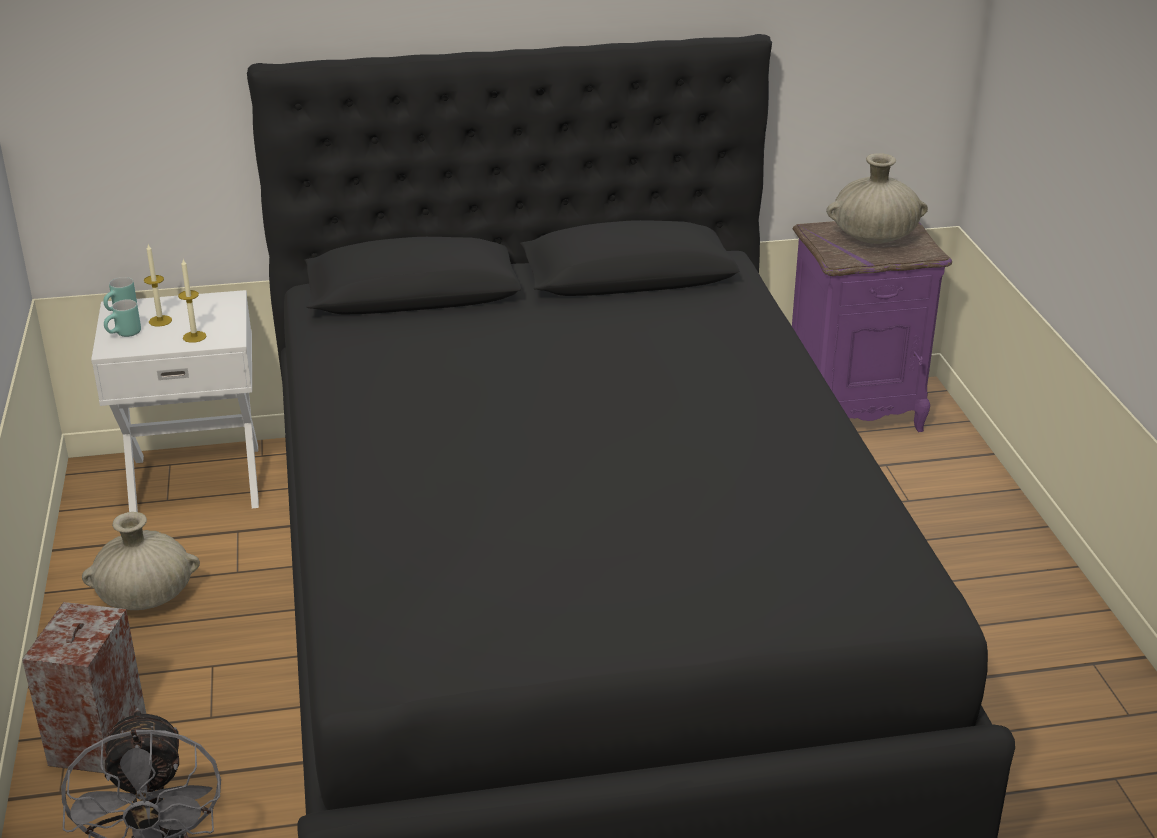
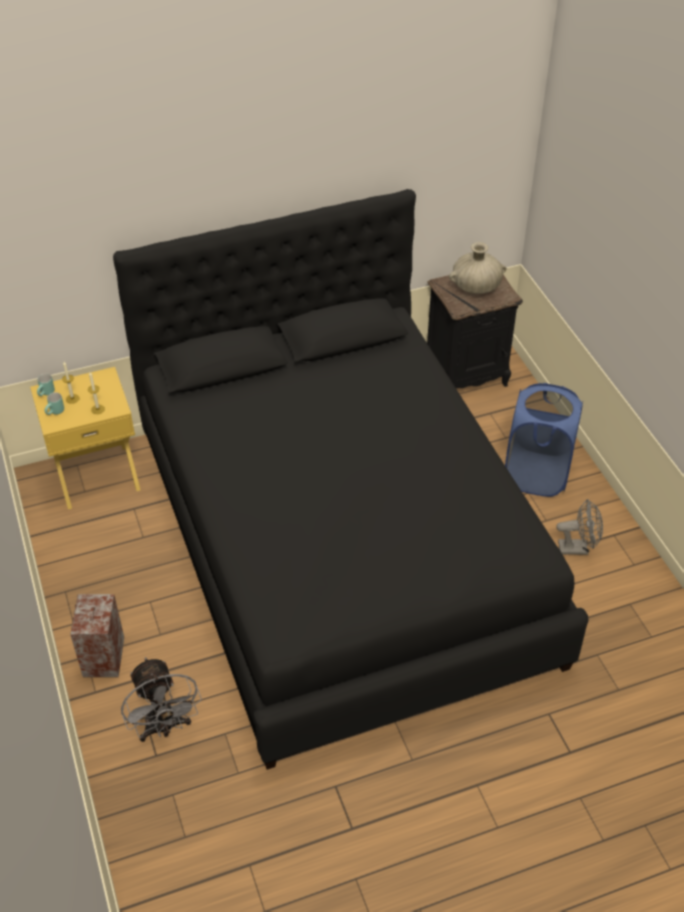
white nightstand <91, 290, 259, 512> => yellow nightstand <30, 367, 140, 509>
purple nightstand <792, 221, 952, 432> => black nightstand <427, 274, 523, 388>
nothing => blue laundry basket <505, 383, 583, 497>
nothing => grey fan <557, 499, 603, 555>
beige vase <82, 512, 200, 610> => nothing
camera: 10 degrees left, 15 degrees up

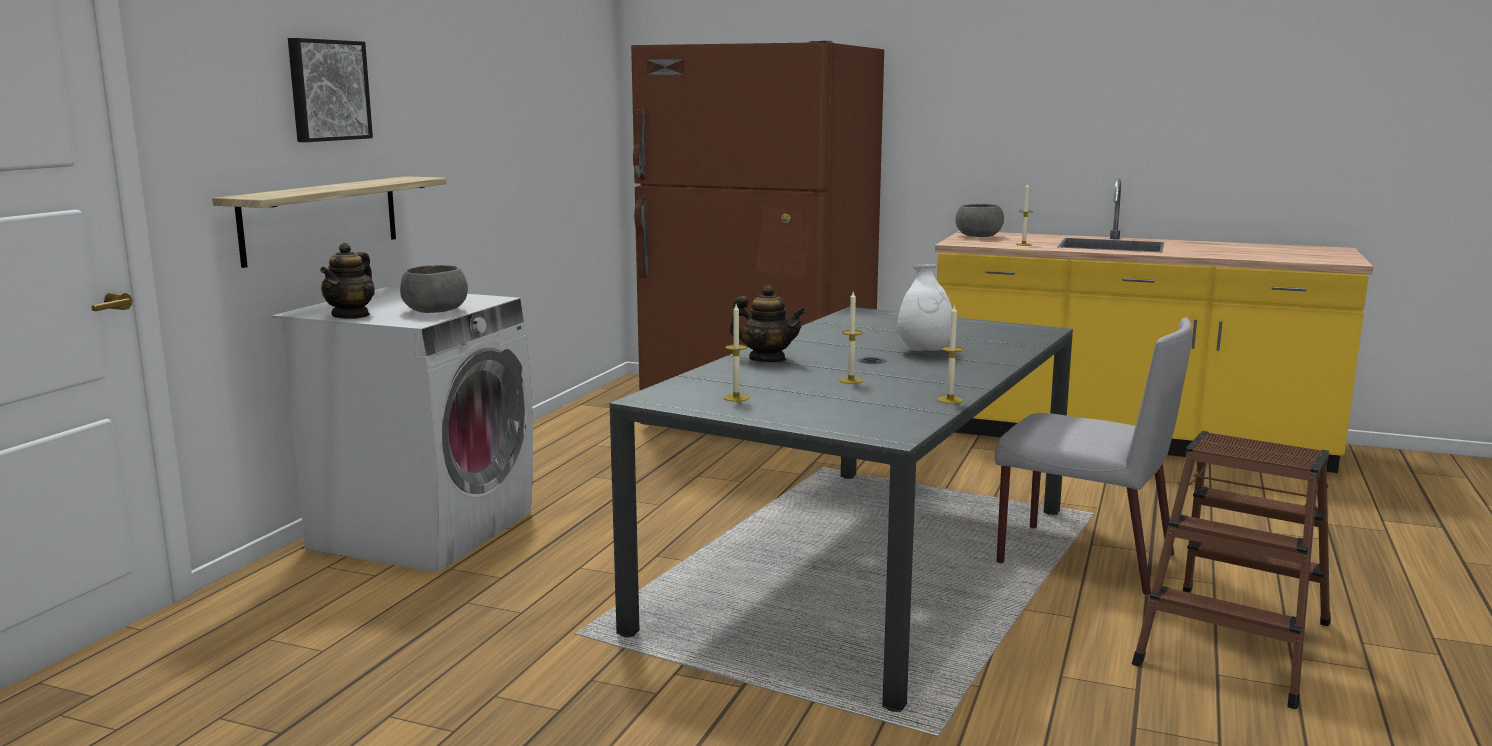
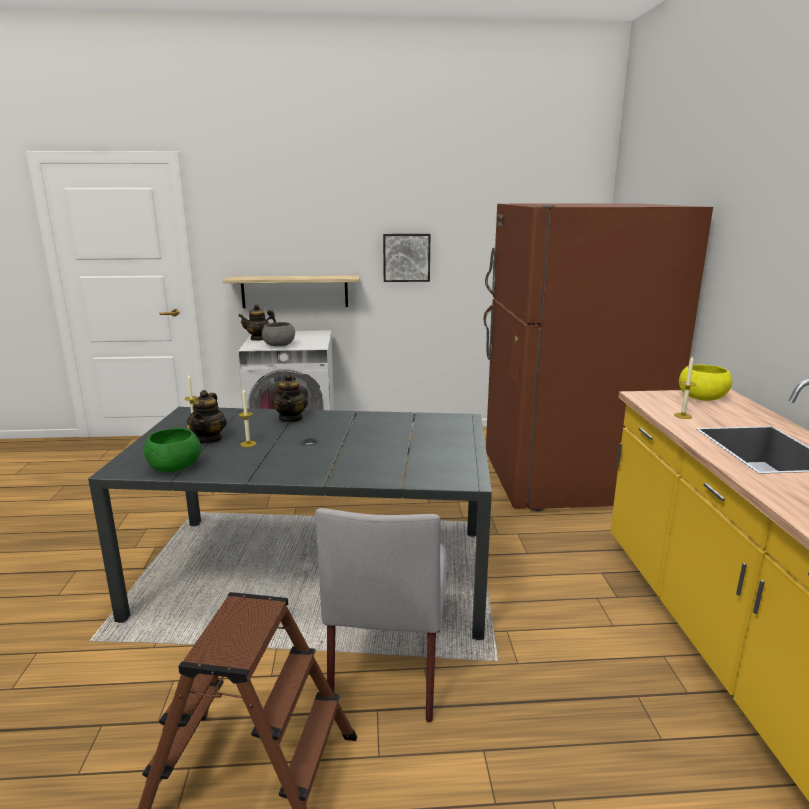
nothing => green bowl <144, 428, 201, 472>
nothing => teapot <187, 390, 227, 444>
picture <288, 38, 373, 142> => picture <383, 234, 430, 282>, relocated
grey bowl <956, 204, 1004, 237> => yellow bowl <679, 364, 732, 401>
white vase <897, 264, 953, 351> => nothing
candle <937, 304, 964, 404> => nothing
camera: 65 degrees right, 5 degrees up

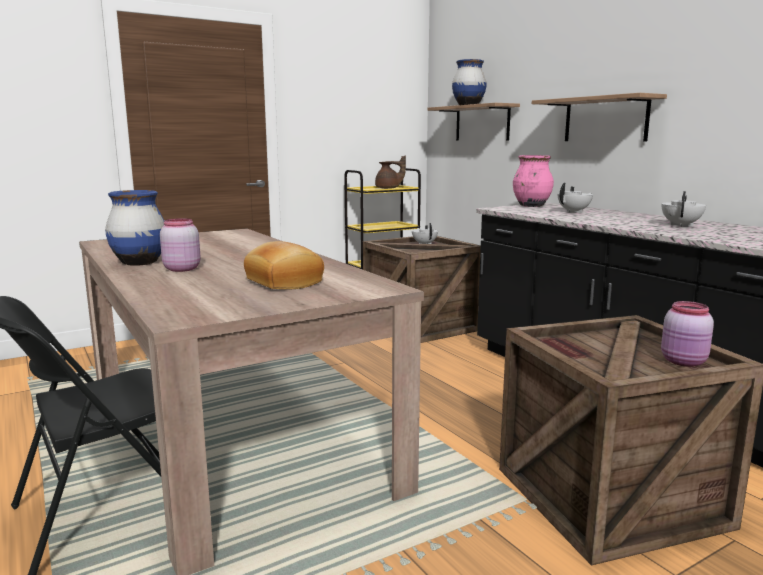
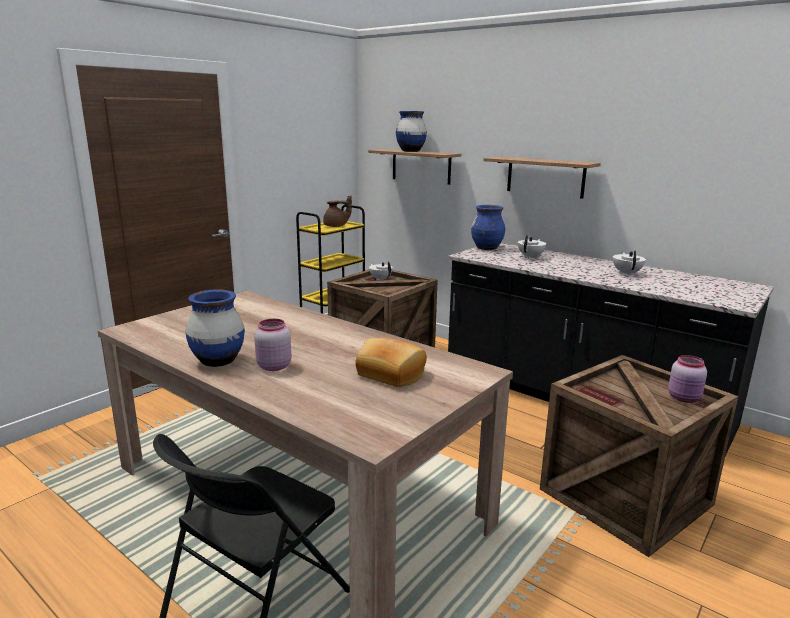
pink vase <513, 155, 554, 207> => blue vase <471, 205, 505, 250>
camera: 20 degrees left, 5 degrees up

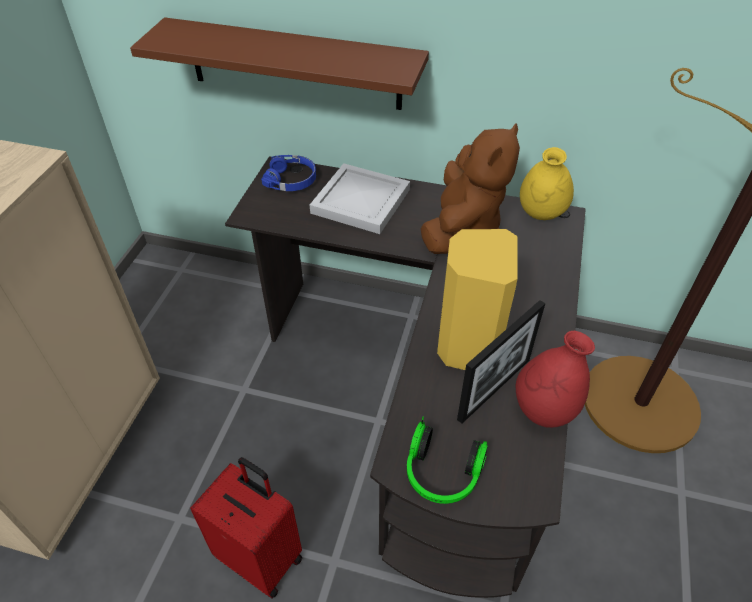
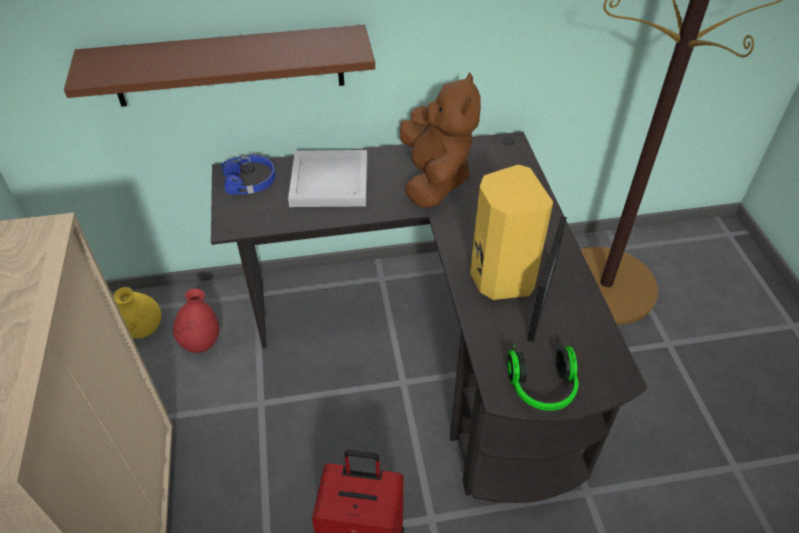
yellow vase <520, 147, 574, 220> => yellow vase <113, 287, 161, 338>, relocated
red vase <516, 331, 595, 428> => red vase <173, 289, 219, 353>, relocated
camera: 25 degrees left, 0 degrees up

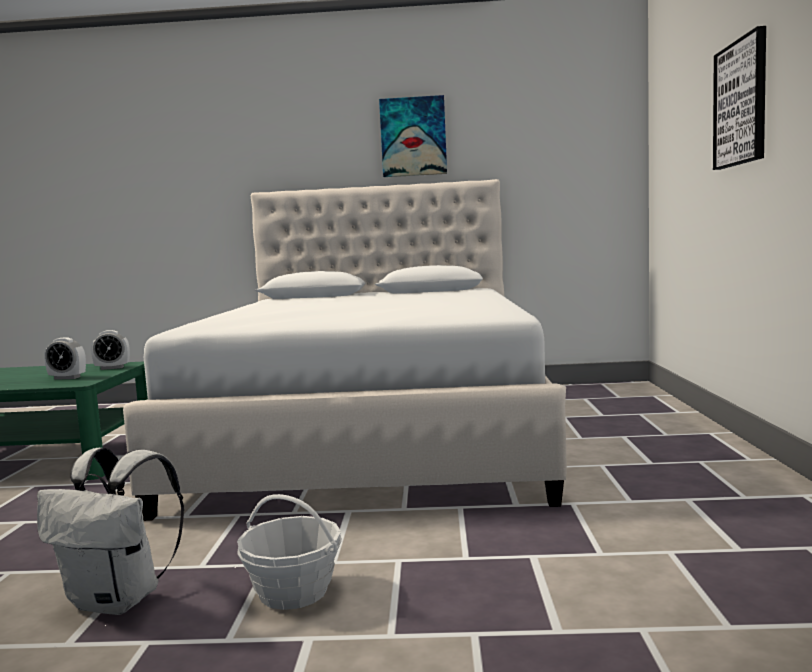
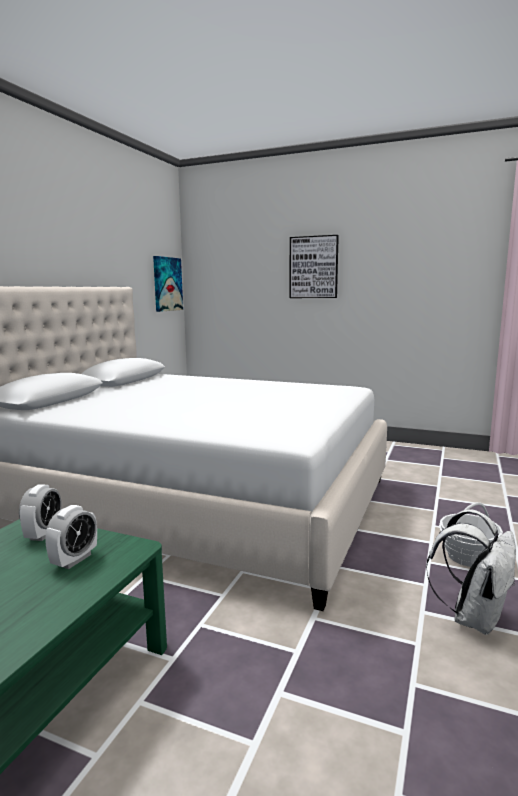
picture <379, 95, 447, 177> => picture <153, 256, 183, 312>, relocated
camera: 70 degrees left, 5 degrees up

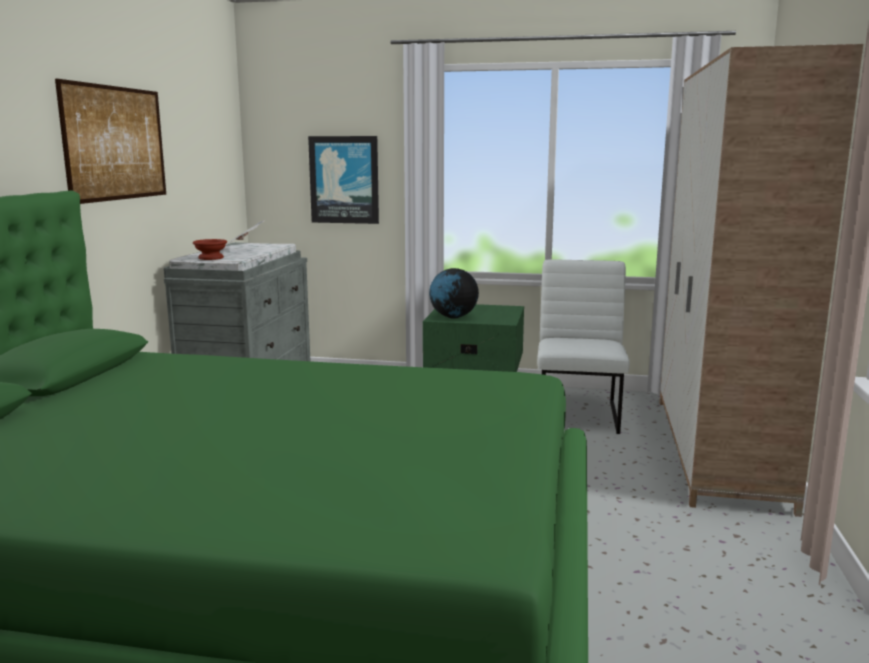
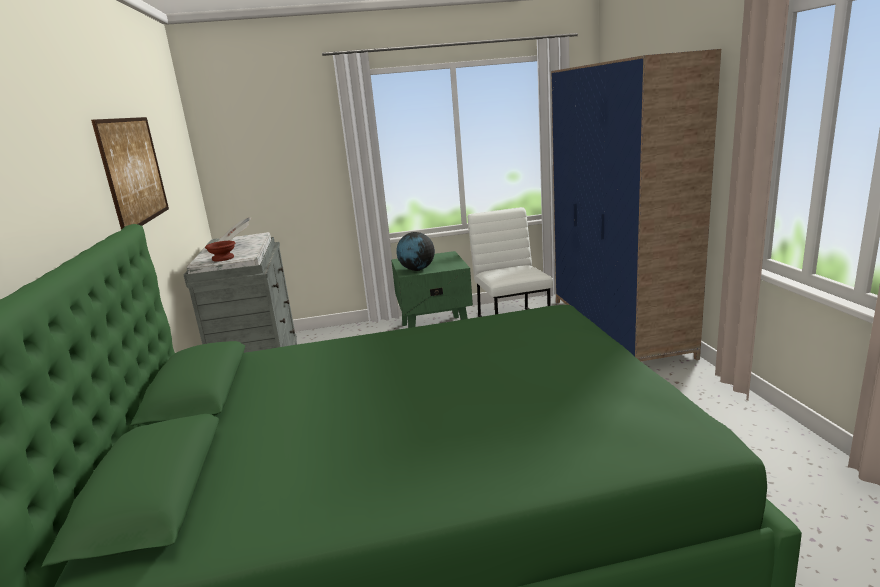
white wardrobe <659, 44, 863, 517> => blue wardrobe <551, 49, 721, 361>
picture <308, 136, 379, 224> => nothing
camera: 20 degrees left, 5 degrees up

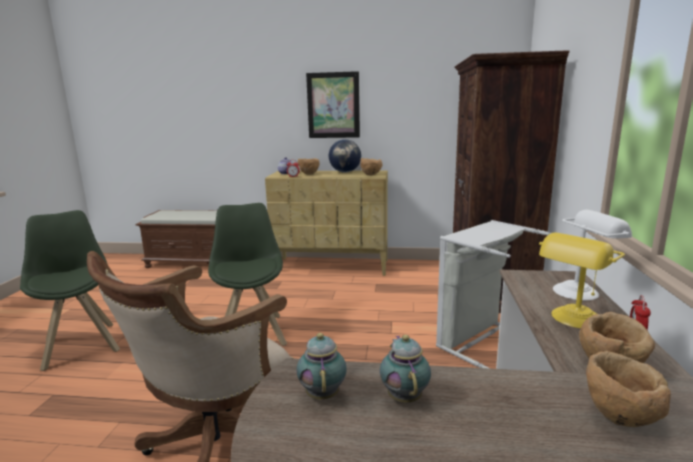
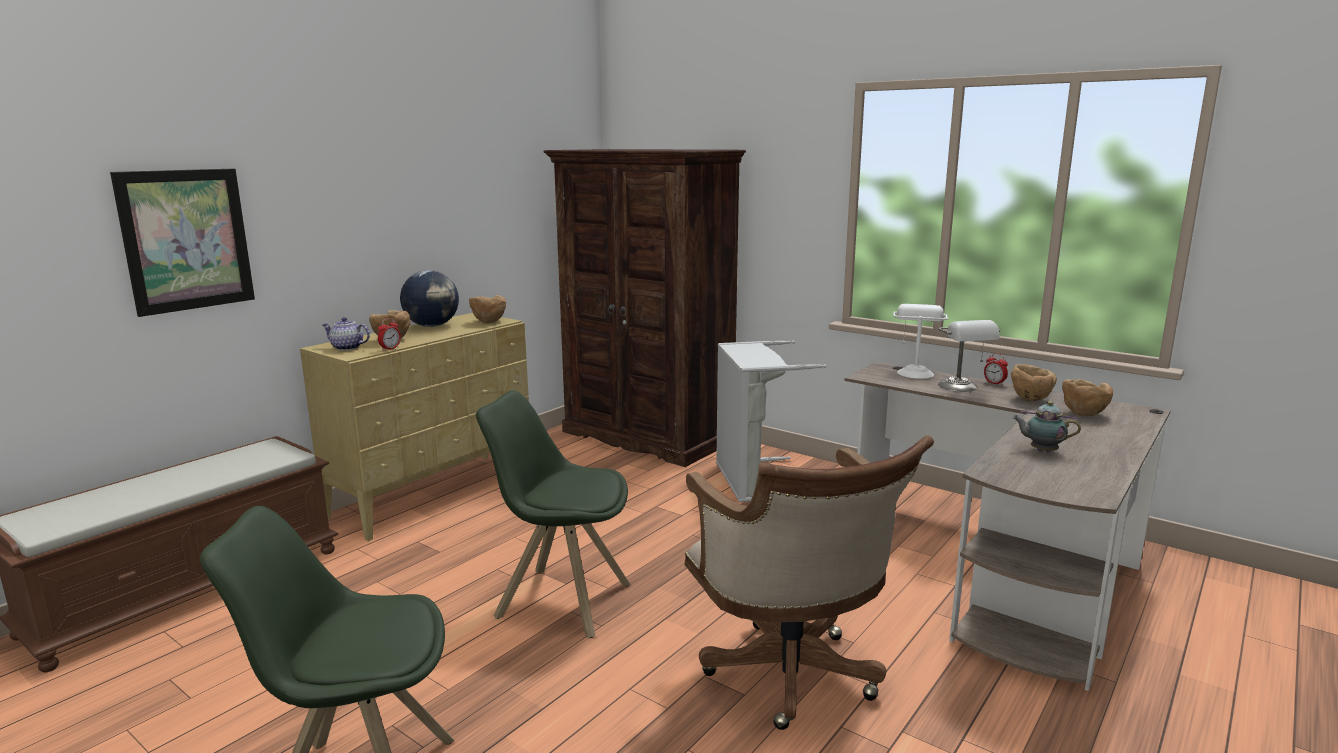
picture <306, 71, 360, 138> => picture <110, 168, 255, 317>, relocated
yellow table lamp <539, 232, 625, 328> => white table lamp <938, 320, 1000, 392>
teapot <296, 333, 347, 400> => nothing
camera: 60 degrees left, 0 degrees up

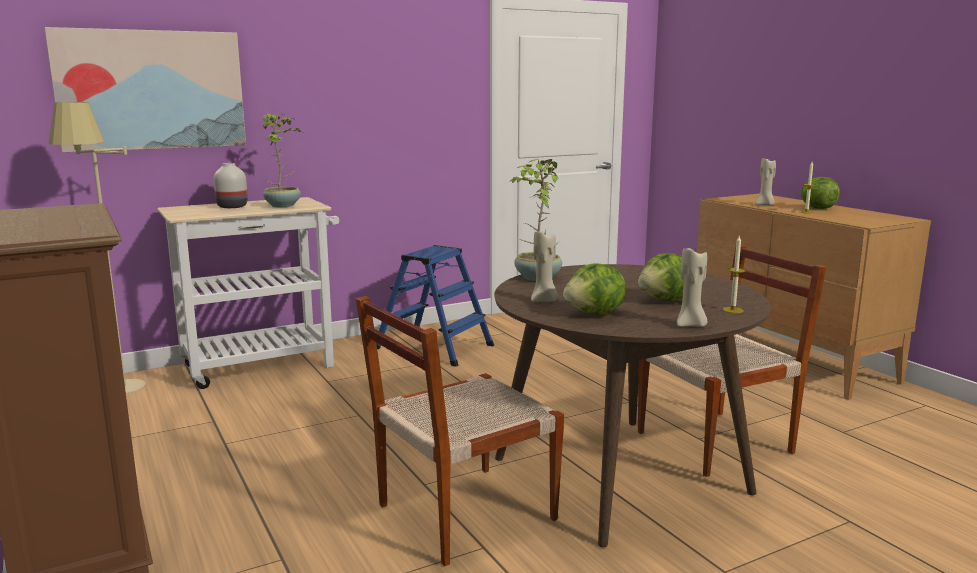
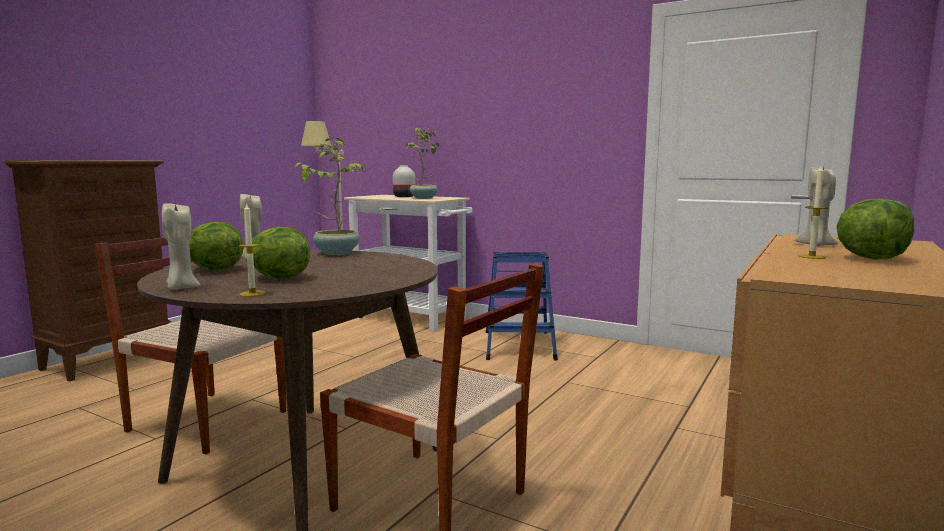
picture <44, 27, 246, 152> => nothing
camera: 60 degrees right, 5 degrees down

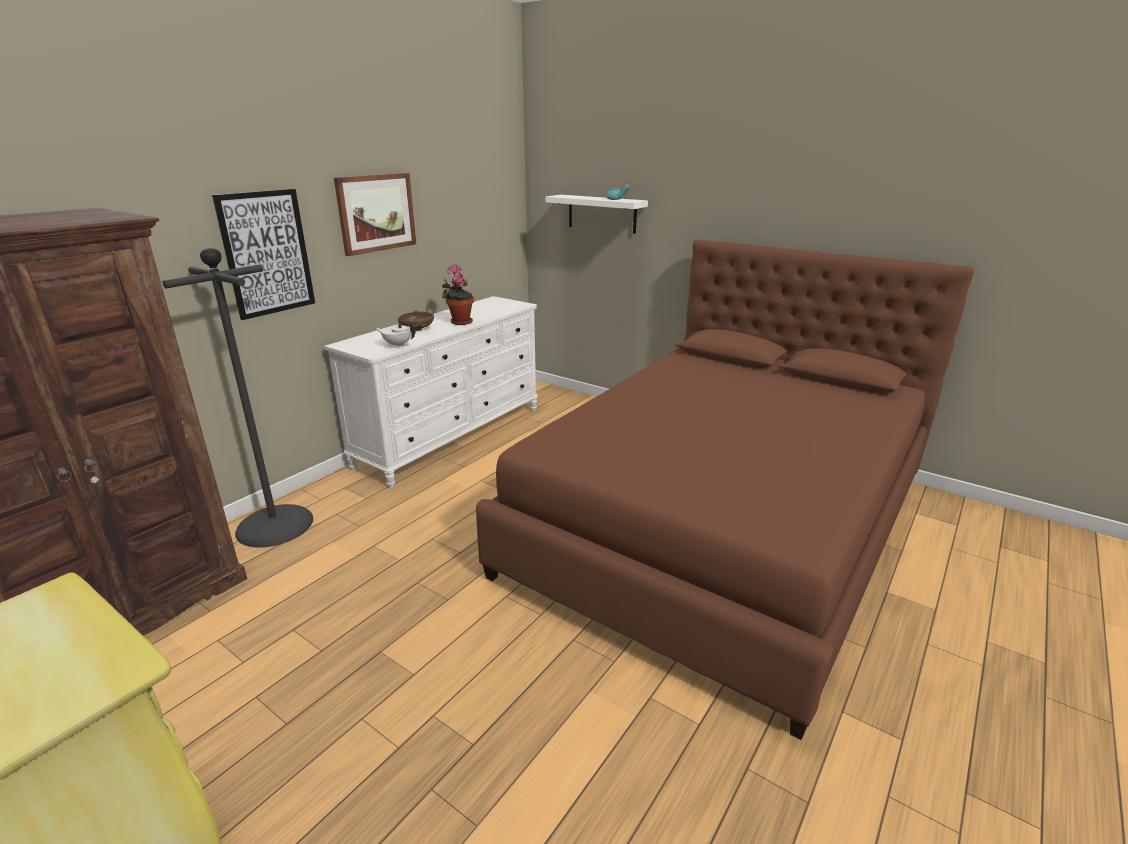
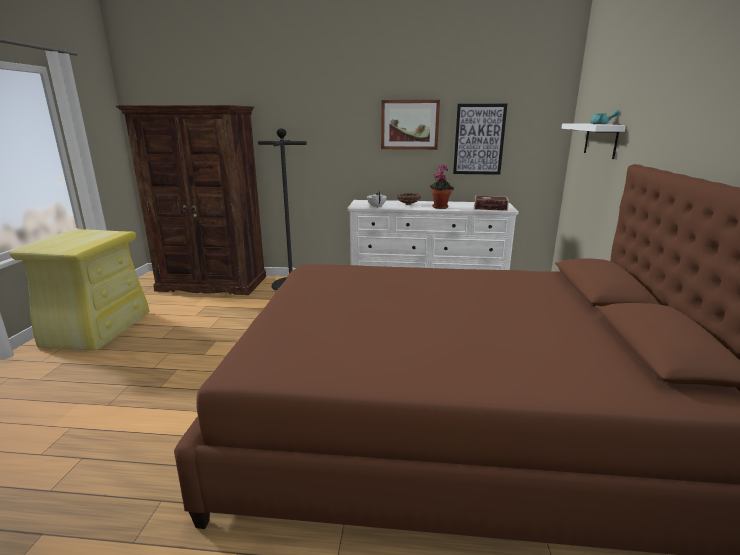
picture <212, 189, 315, 320> => picture <453, 104, 507, 175>, relocated
nothing => book <474, 196, 509, 211>
camera: 60 degrees right, 5 degrees down

